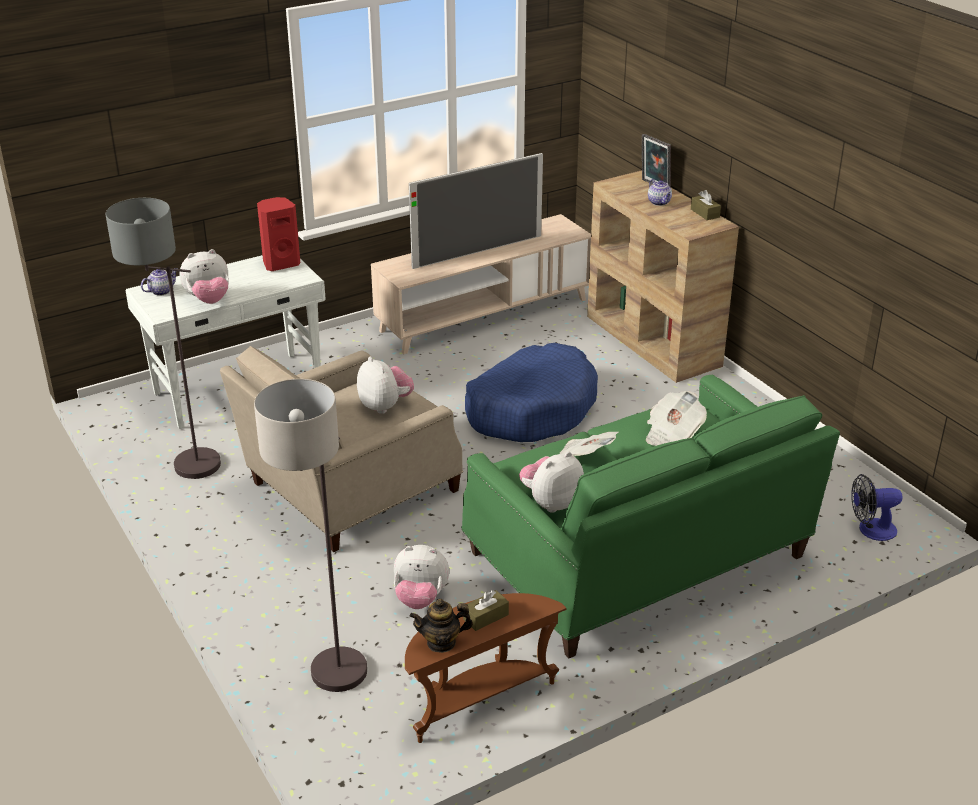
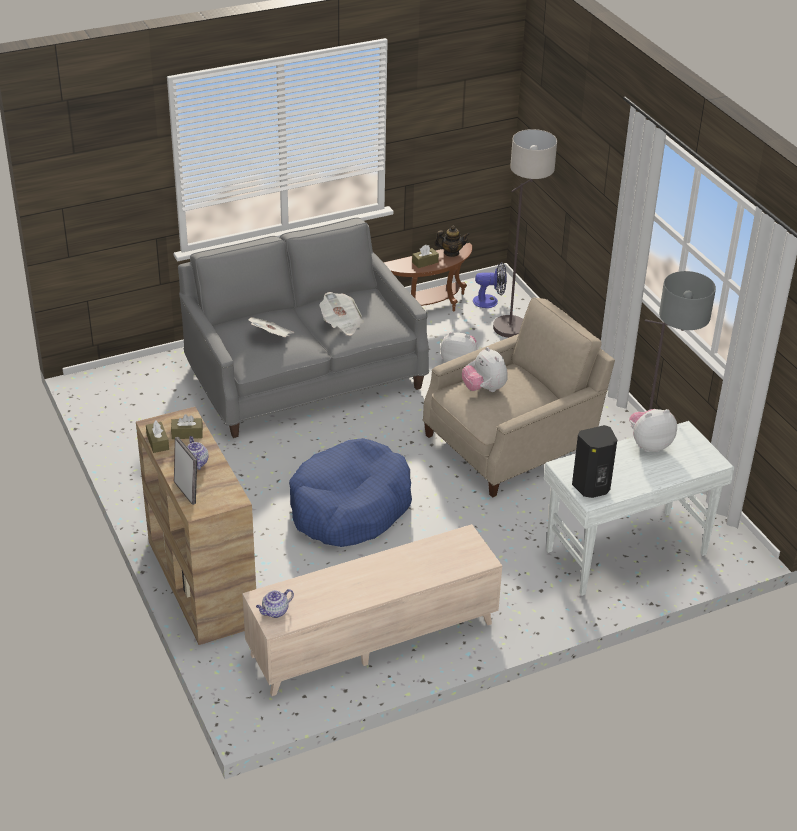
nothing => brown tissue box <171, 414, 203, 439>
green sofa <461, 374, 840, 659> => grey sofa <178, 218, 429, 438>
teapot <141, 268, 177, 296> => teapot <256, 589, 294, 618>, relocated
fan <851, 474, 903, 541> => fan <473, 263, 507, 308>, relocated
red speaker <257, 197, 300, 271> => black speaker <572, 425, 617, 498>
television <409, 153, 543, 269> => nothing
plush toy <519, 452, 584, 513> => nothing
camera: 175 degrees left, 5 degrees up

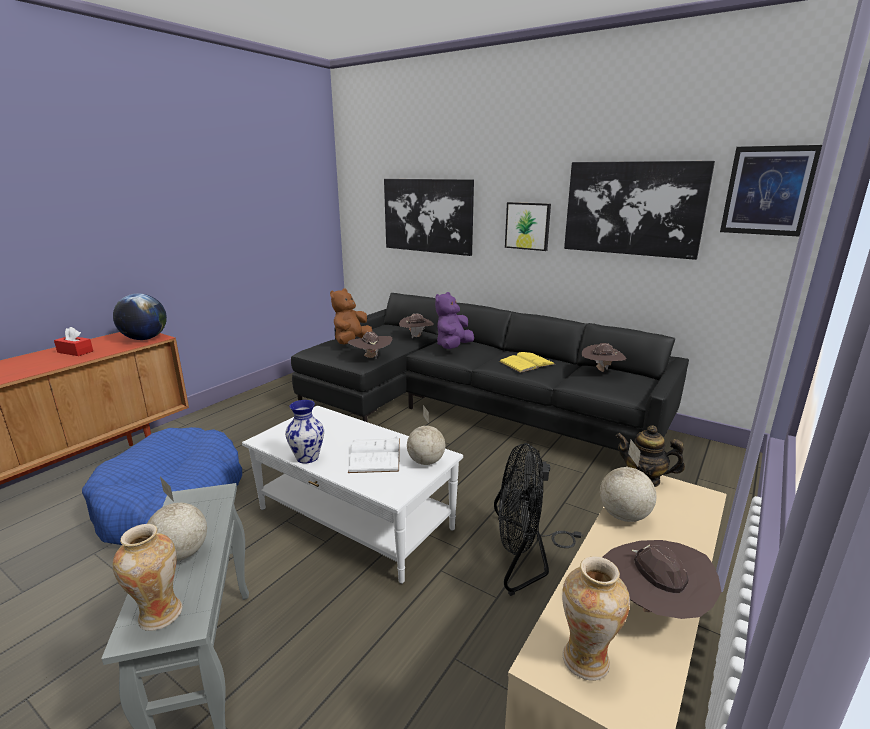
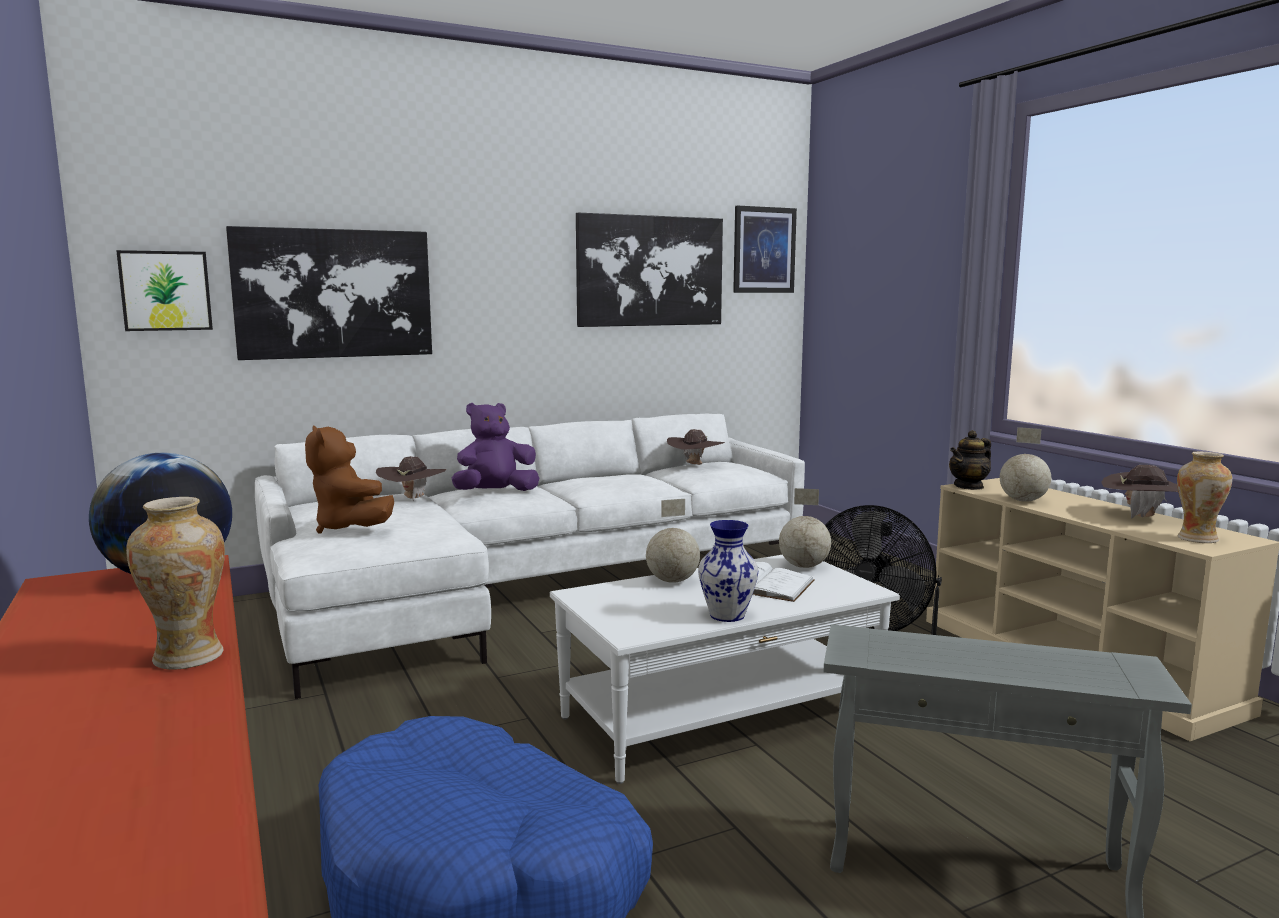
picture <505, 202, 551, 251> => picture <116, 250, 213, 331>, relocated
vase <113, 524, 182, 631> => vase <126, 497, 225, 670>, relocated
black sofa <291, 293, 689, 451> => white sofa <255, 414, 805, 699>
purple plush toy <435, 292, 474, 349> => purple plush toy <452, 403, 539, 491>, 90 degrees clockwise
globe <147, 477, 207, 562> => globe <646, 499, 700, 583>, relocated
red tissue box <54, 327, 93, 356> => nothing
brown hat <348, 331, 392, 358> => nothing
yellow book <499, 352, 555, 373> => nothing
camera: 60 degrees left, 10 degrees down

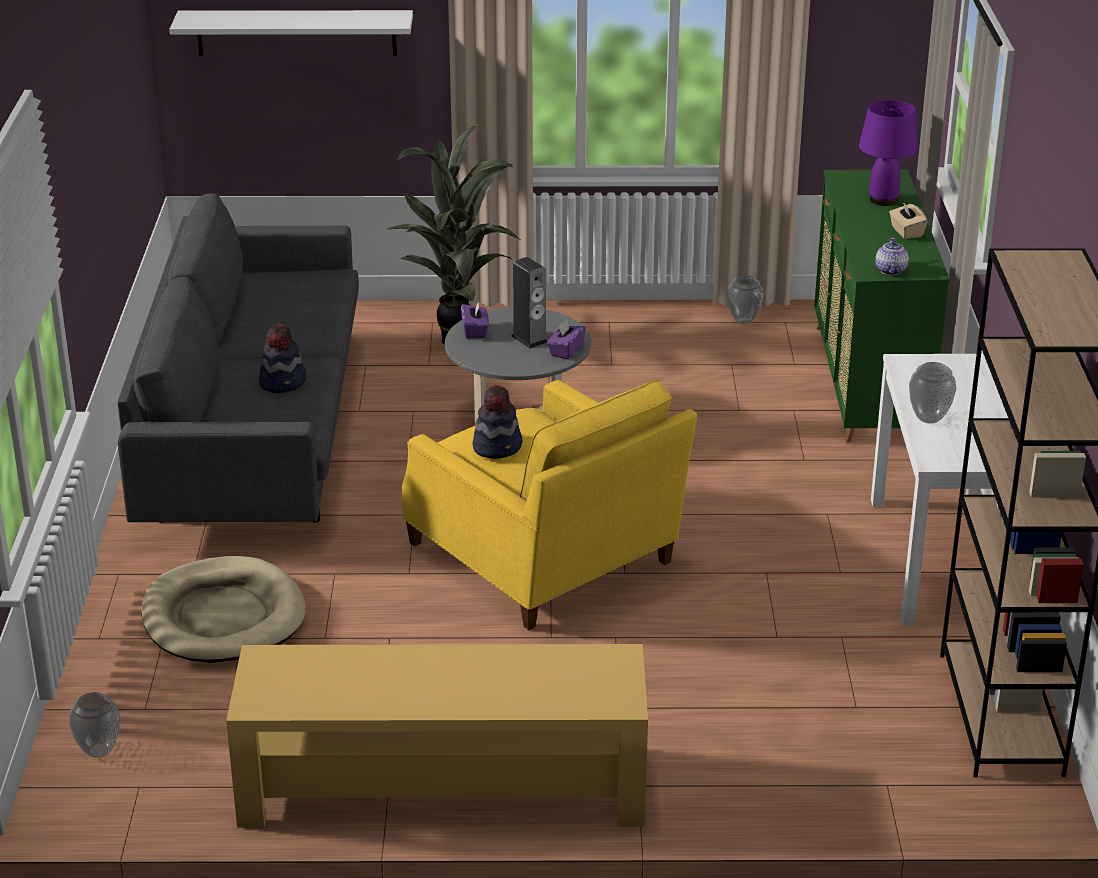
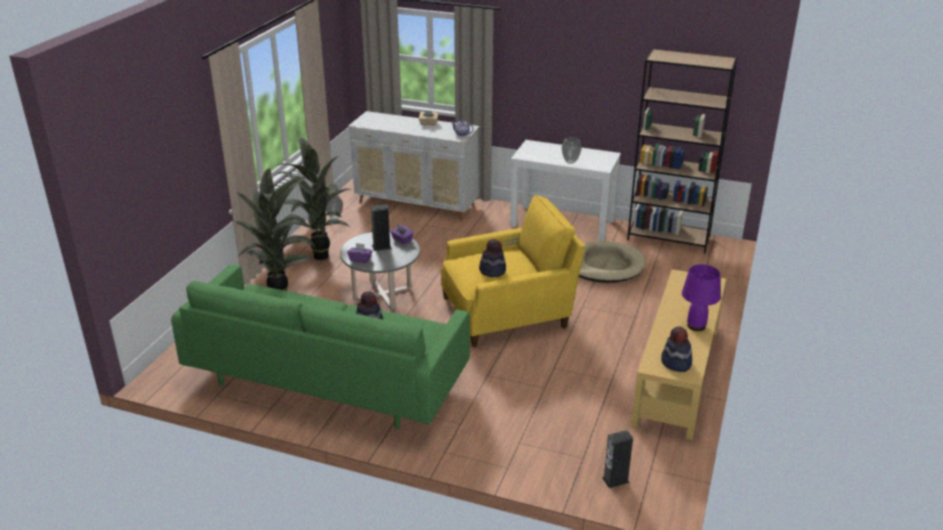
grey sofa <117, 193, 359, 523> => green sofa <171, 264, 470, 429>
nothing => potted plant <273, 138, 350, 260>
green cabinet <814, 170, 950, 443> => white cabinet <349, 111, 479, 221>
beige dog bed <141, 556, 306, 663> => beige dog bed <579, 241, 646, 283>, relocated
vase <68, 692, 120, 757> => speaker <602, 430, 633, 488>
nothing => hat <661, 326, 692, 372>
purple table lamp <859, 100, 918, 206> => purple table lamp <682, 264, 721, 331>, relocated
white shelf <170, 10, 413, 56> => nothing
camera: 70 degrees left, 0 degrees up

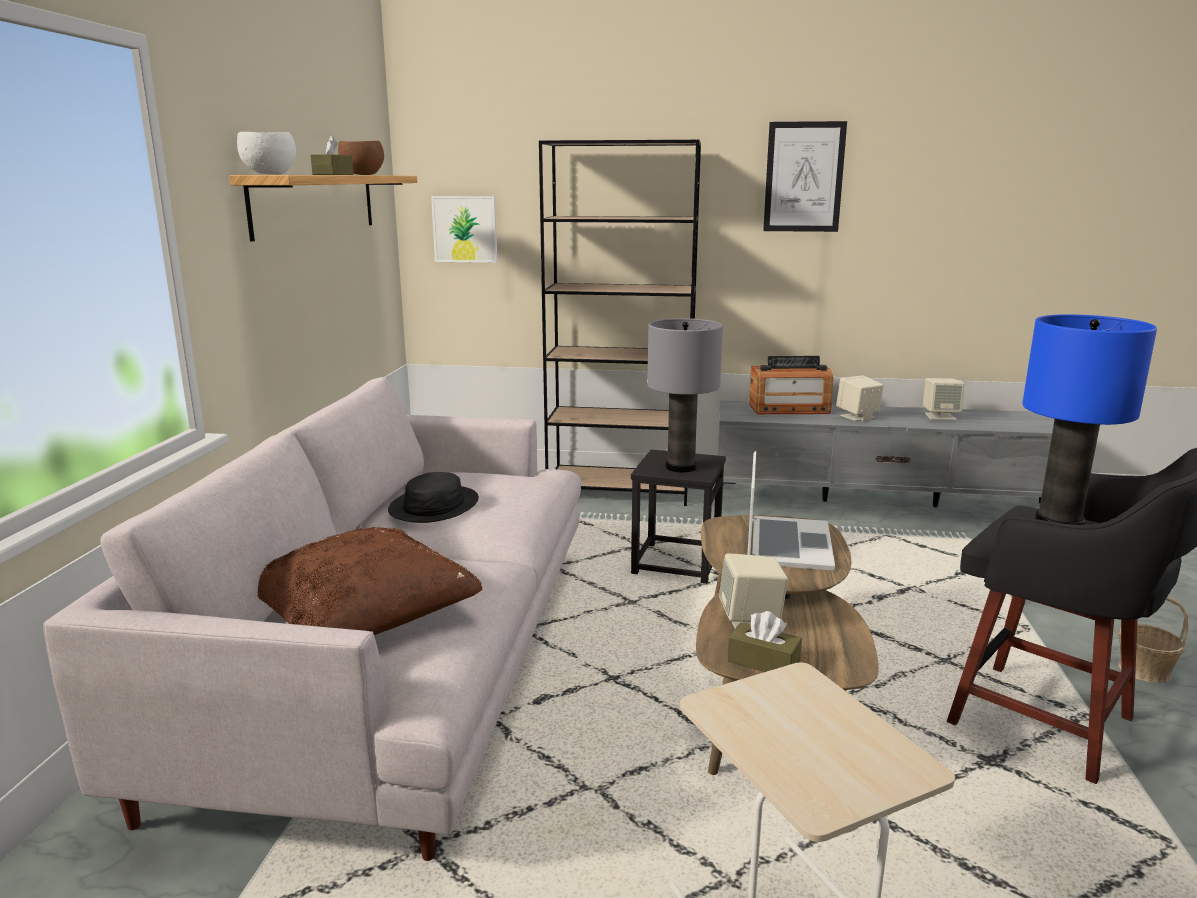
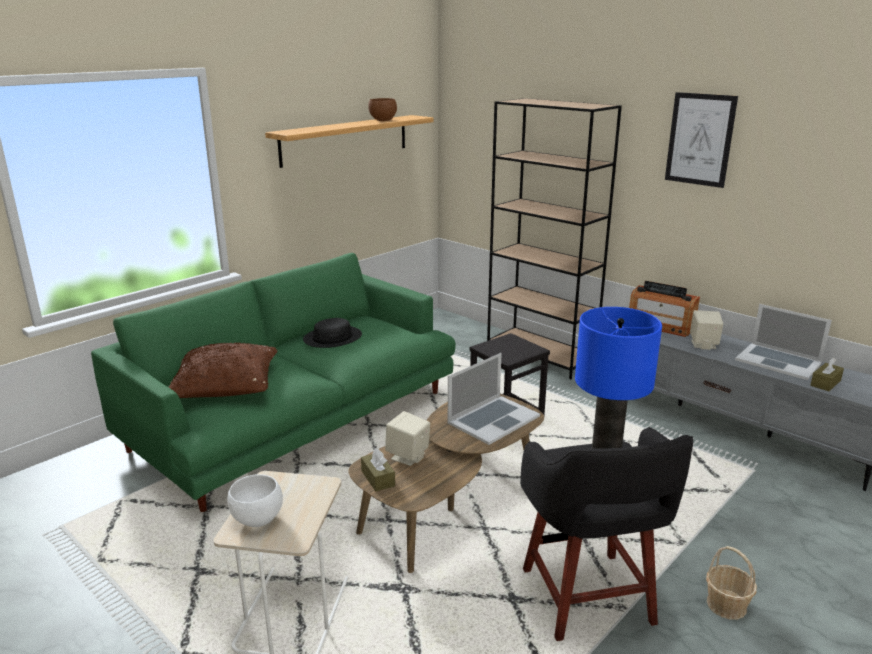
white sofa <43, 377, 581, 861> => green sofa <91, 253, 455, 512>
white bowl <237, 132, 296, 175> => white bowl <227, 474, 283, 527>, relocated
beige speaker <923, 378, 965, 420> => laptop <735, 304, 832, 380>
brown tissue box <310, 136, 353, 175> => brown tissue box <811, 358, 844, 391>, relocated
picture <431, 196, 497, 263> => nothing
grey table lamp <647, 318, 723, 472> => nothing
camera: 35 degrees right, 5 degrees up

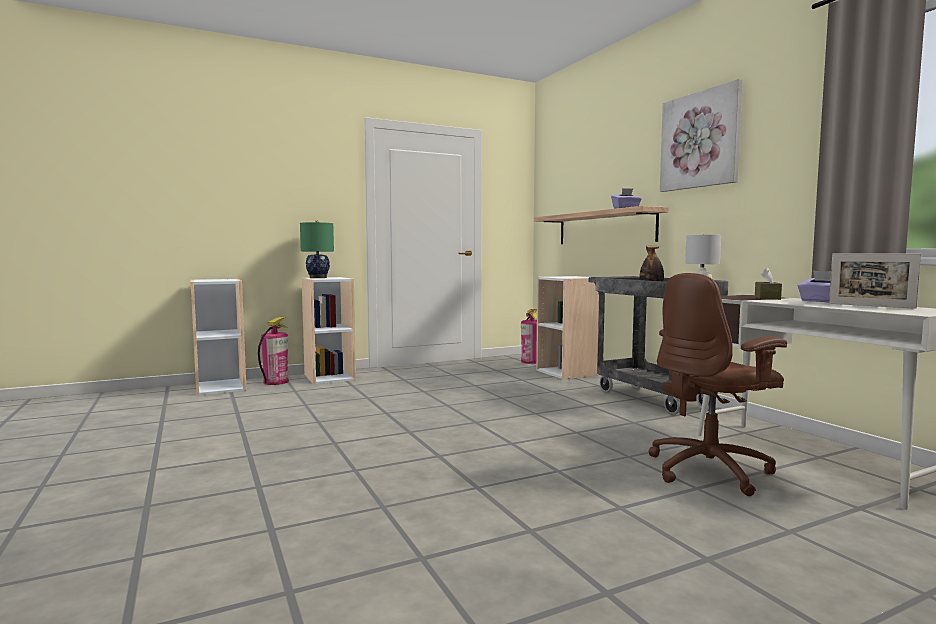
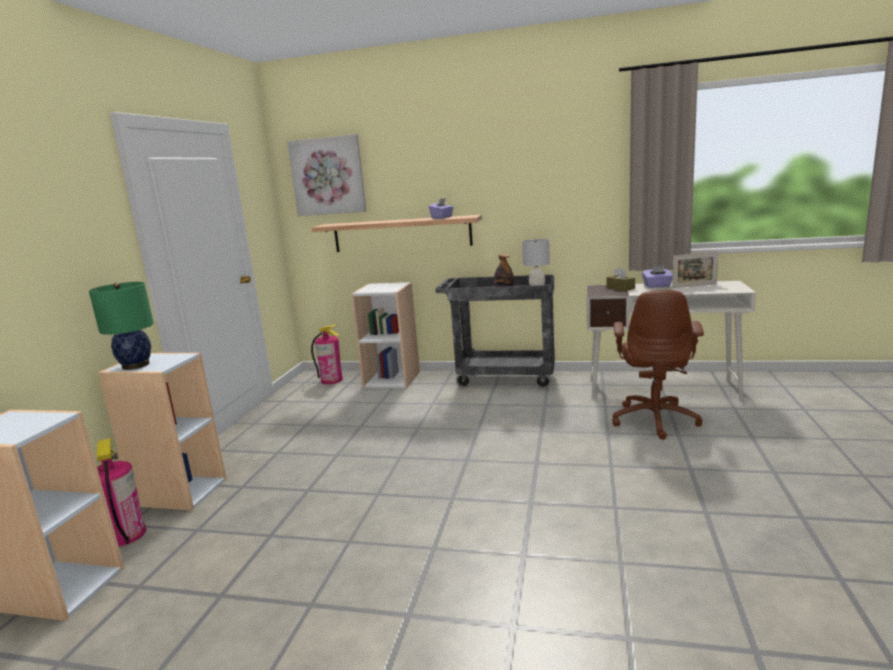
picture <660, 79, 743, 192> => picture <287, 134, 366, 216>, relocated
camera: 50 degrees left, 10 degrees up

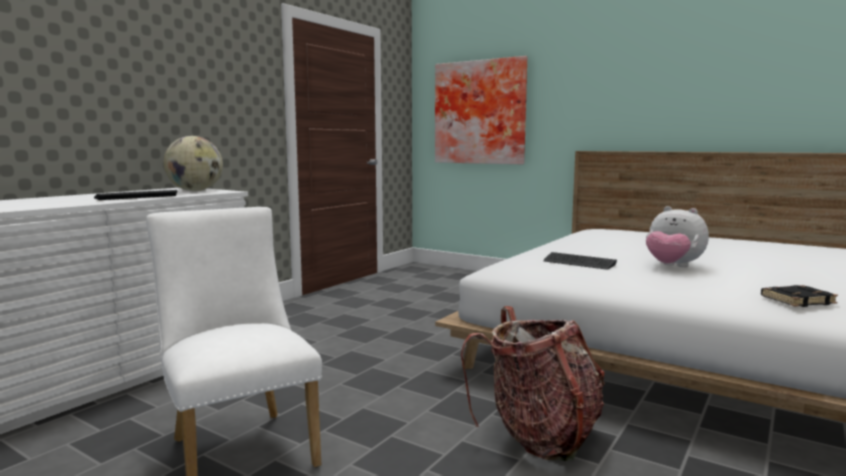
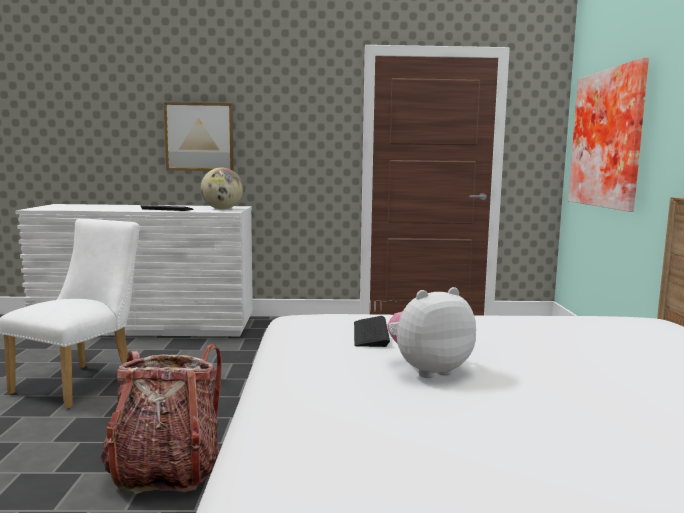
nothing => picture <164, 102, 234, 171>
plush toy <646, 206, 709, 267> => plush toy <388, 287, 476, 378>, 60 degrees clockwise
black book <761, 285, 838, 307> => nothing
camera: 55 degrees right, 0 degrees up

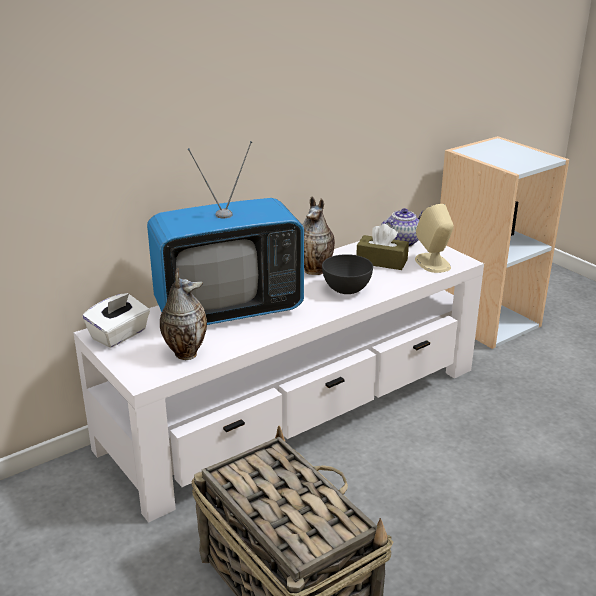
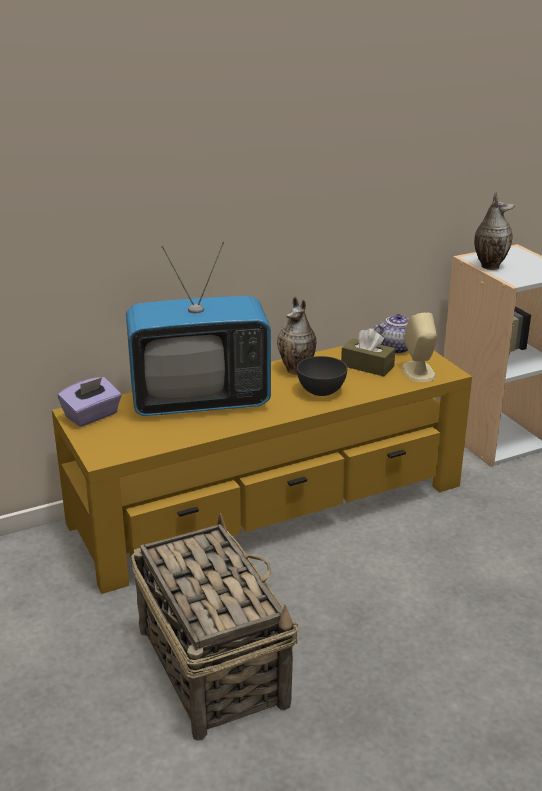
white tv stand <73, 240, 484, 523> => yellow tv stand <52, 346, 472, 594>
white tissue box <82, 293, 150, 348> => purple tissue box <58, 377, 121, 427>
vase <160, 267, 207, 360> => vase <474, 192, 515, 270>, relocated
camera: 10 degrees right, 0 degrees up

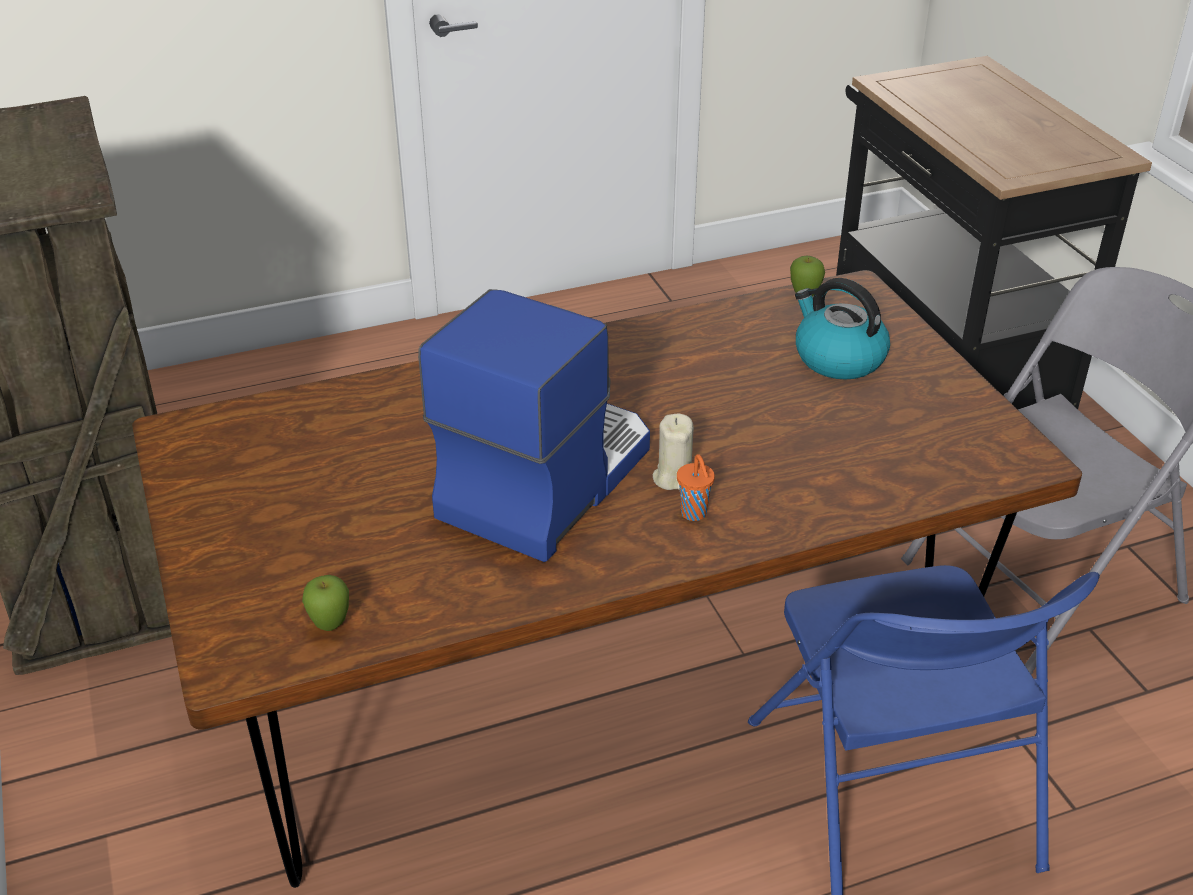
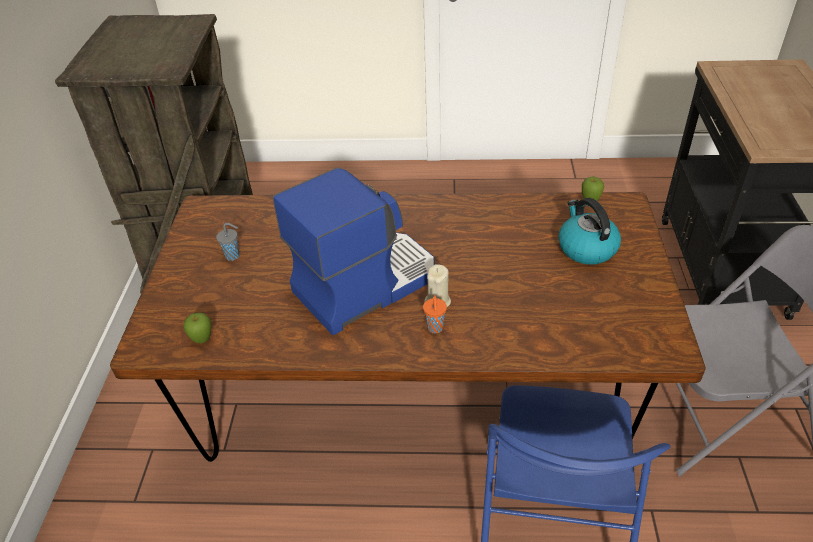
nothing => grey cup <216, 223, 239, 261>
camera: 25 degrees right, 5 degrees up

